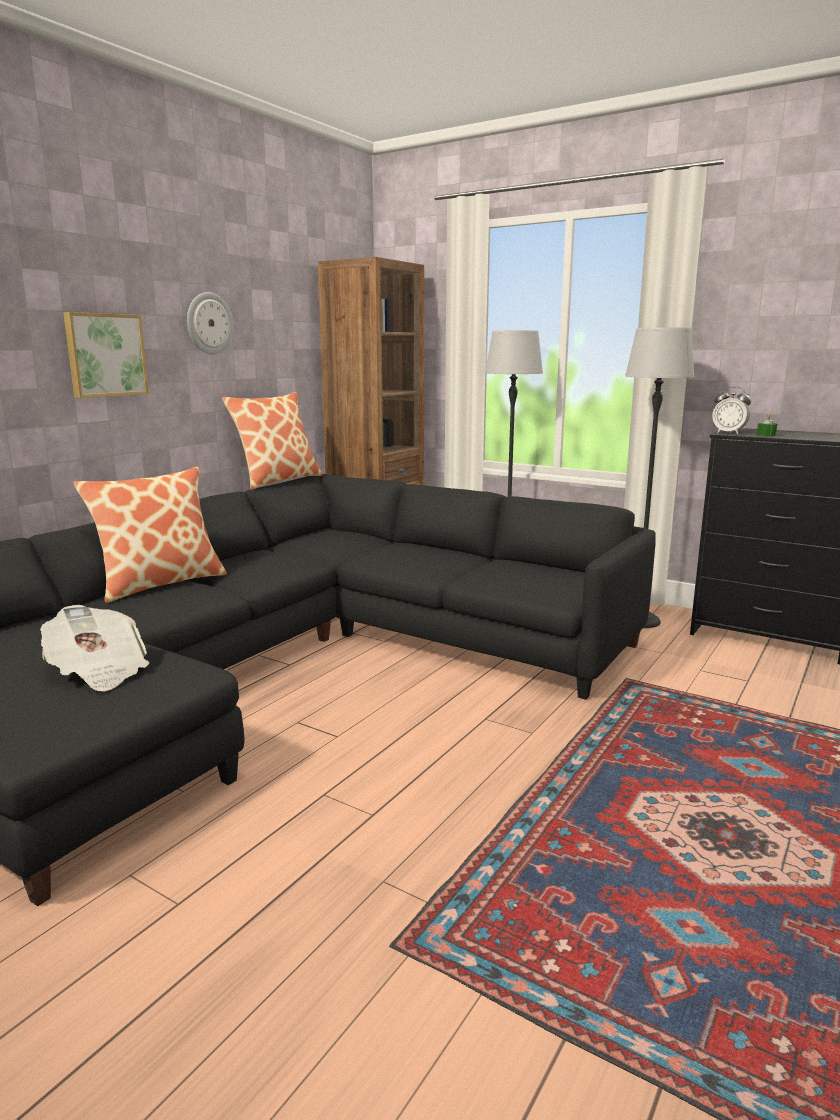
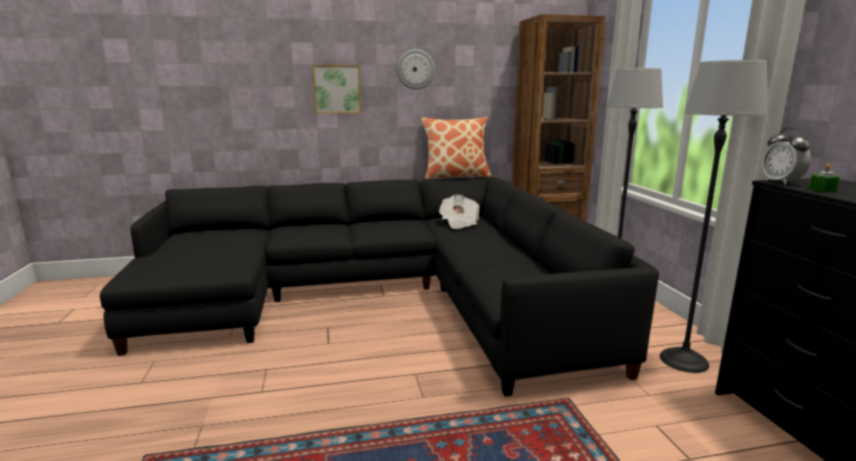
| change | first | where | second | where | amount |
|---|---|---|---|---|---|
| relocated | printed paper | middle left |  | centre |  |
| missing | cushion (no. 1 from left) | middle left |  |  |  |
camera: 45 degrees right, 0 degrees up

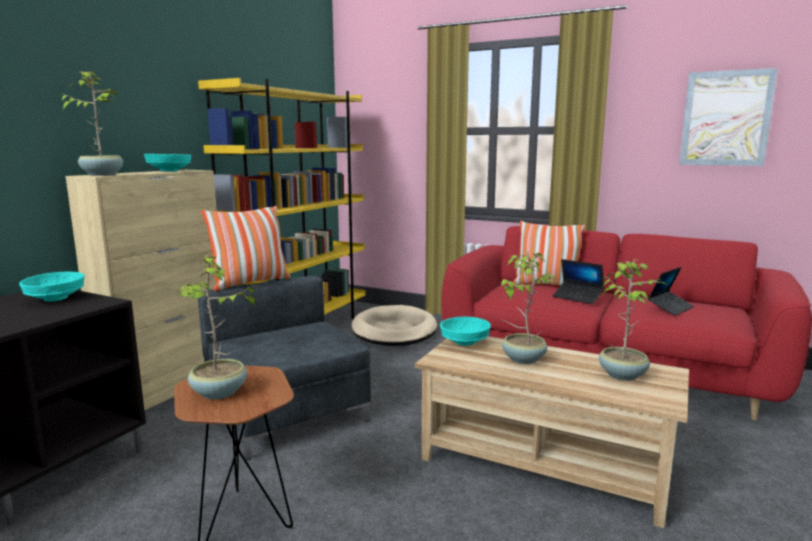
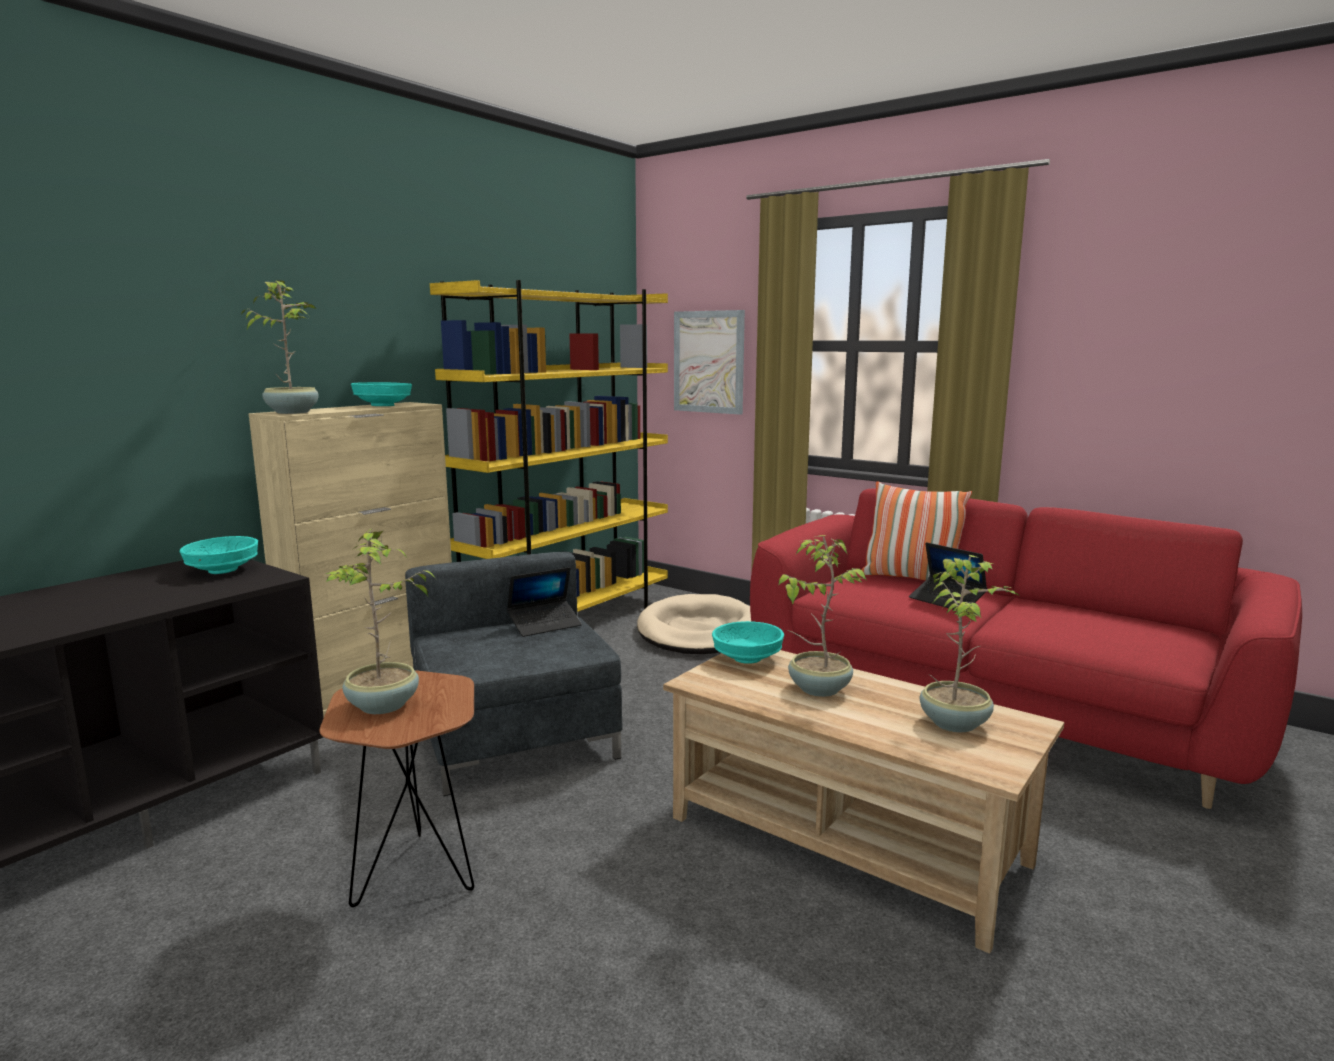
| change | first | where | second | where | amount |
|---|---|---|---|---|---|
| missing | cushion (no. 1 from left) | middle left |  |  |  |
| relocated | laptop (no. 2 from left in the first image) | middle right | laptop (no. 1 from left) | centre |  |
| relocated | wall picture | top right |  | centre |  |
camera: 10 degrees right, 0 degrees up

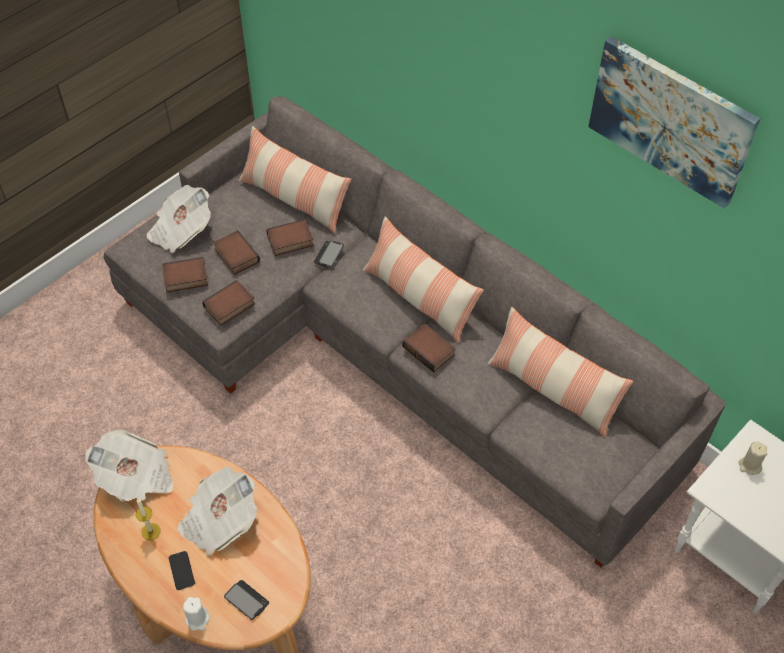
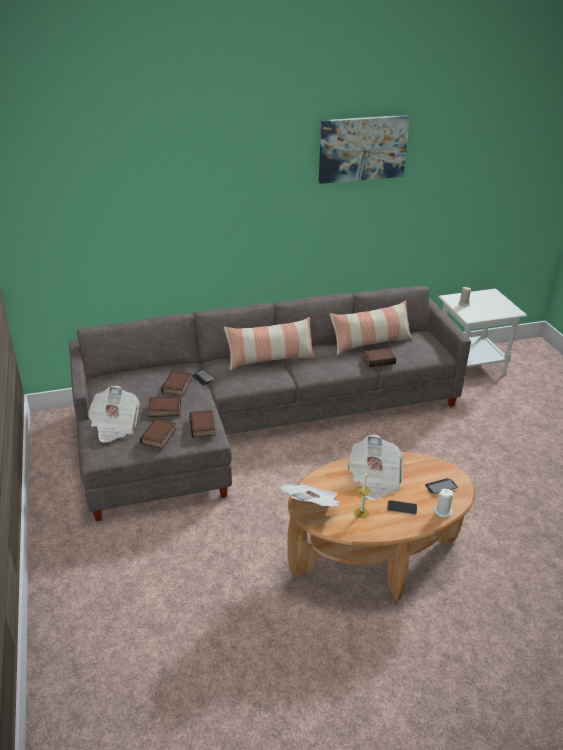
| change | first | where | second | where | amount |
|---|---|---|---|---|---|
| missing | cushion (no. 1 from left) | top centre |  |  |  |
| relocated | volume (no. 5 from left) | centre |  | middle right |  |
camera: 60 degrees left, 20 degrees down

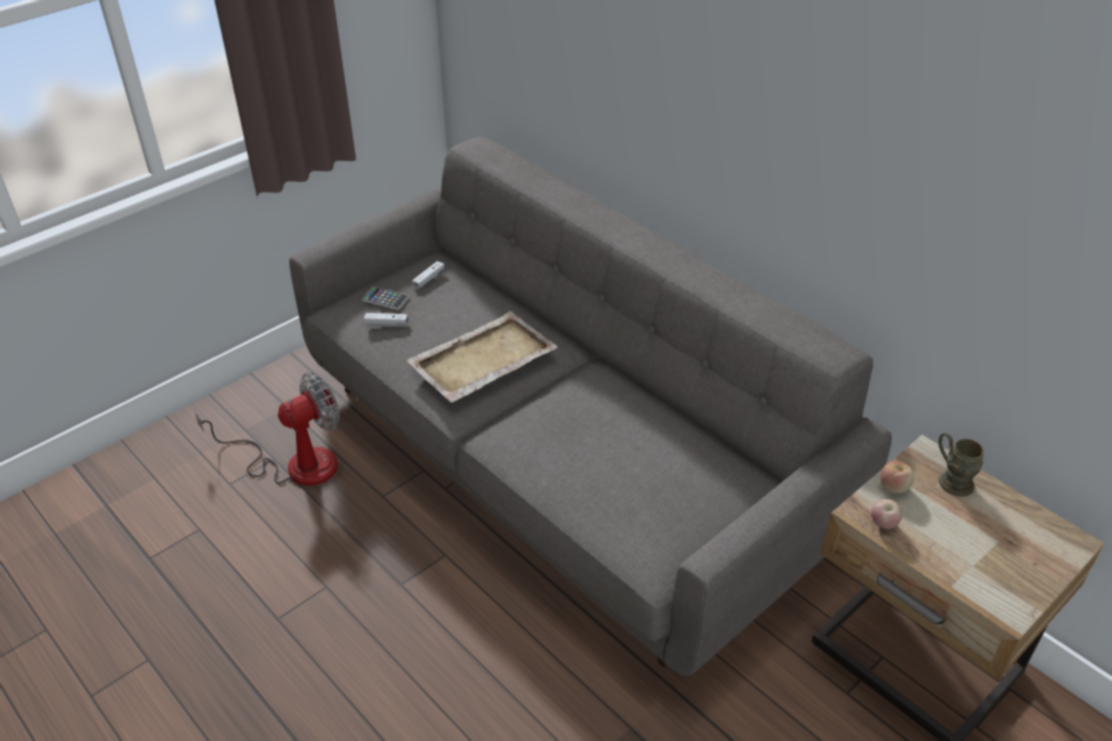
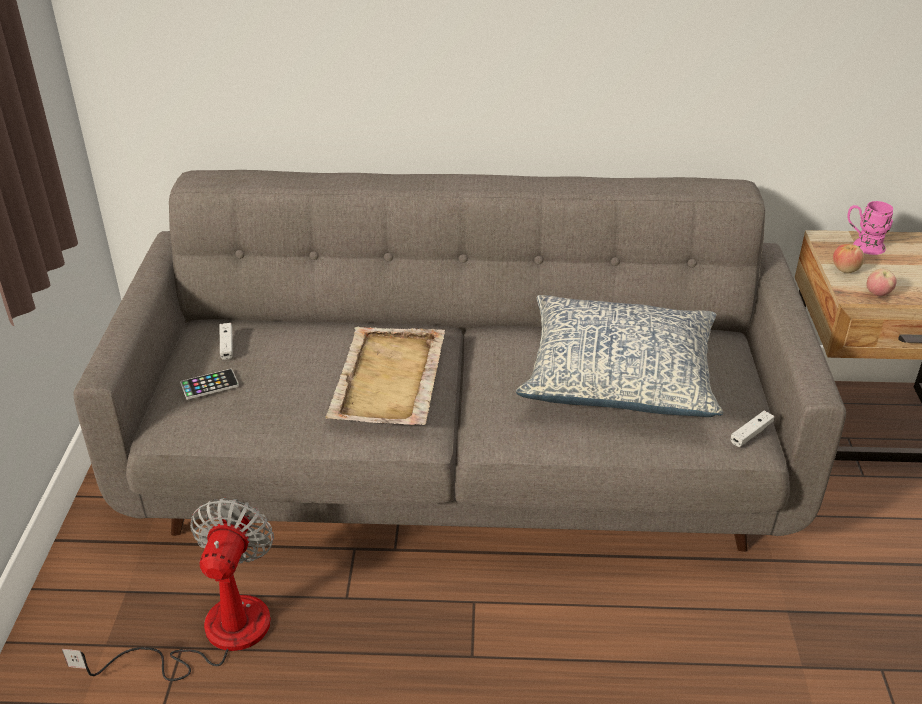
| change | first | where | second | where | amount |
|---|---|---|---|---|---|
| relocated | white game controller (no. 1 from left in the first image) | centre | white game controller (no. 2 from left) | middle right |  |
| colour | brown-coloured coffee mug | middle right | pink coffee mug | top right |  |
| appeared |  |  | cushion | middle right |  |
camera: 45 degrees left, 5 degrees down

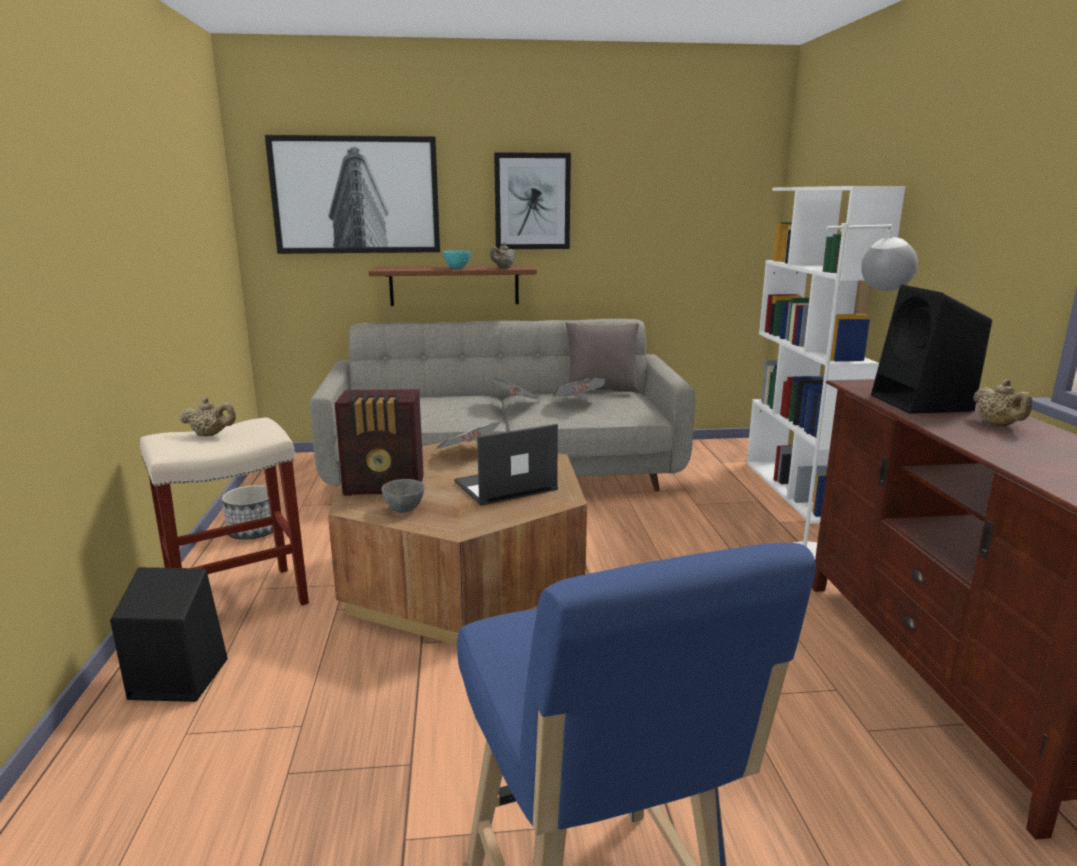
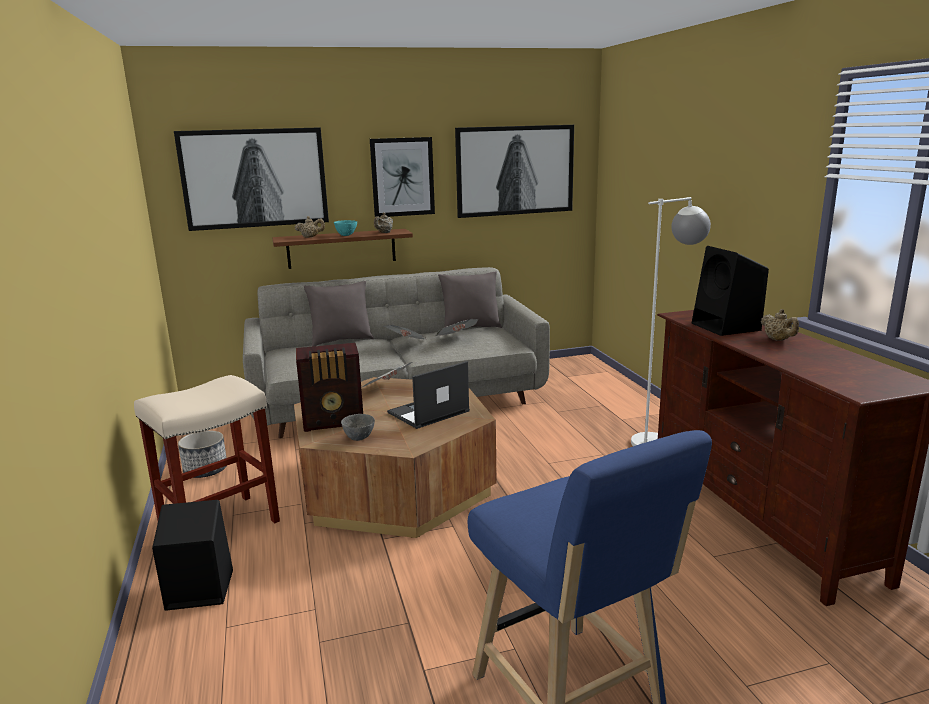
| change | first | where | second | where | amount |
|---|---|---|---|---|---|
| relocated | beige teapot (no. 1 from left) | middle left |  | top centre |  |
| missing | white bookshelf | middle right |  |  |  |
| appeared |  |  | gray cushion (no. 1 from left) | centre |  |
| appeared |  |  | wall picture (no. 3 from left) | top centre |  |
camera: 10 degrees left, 0 degrees up

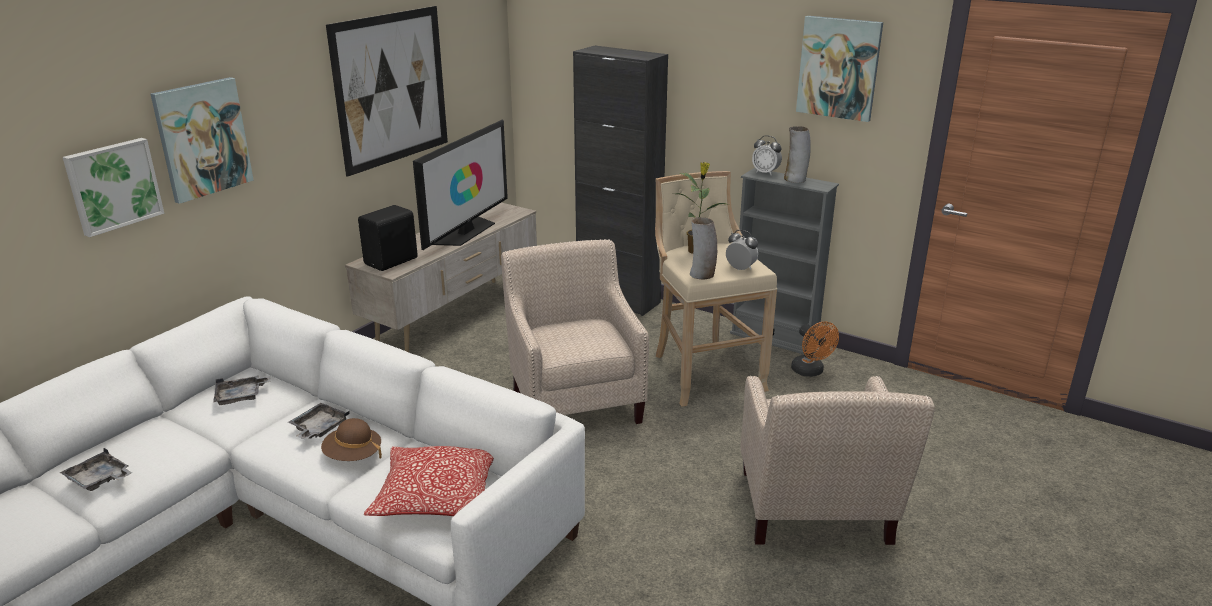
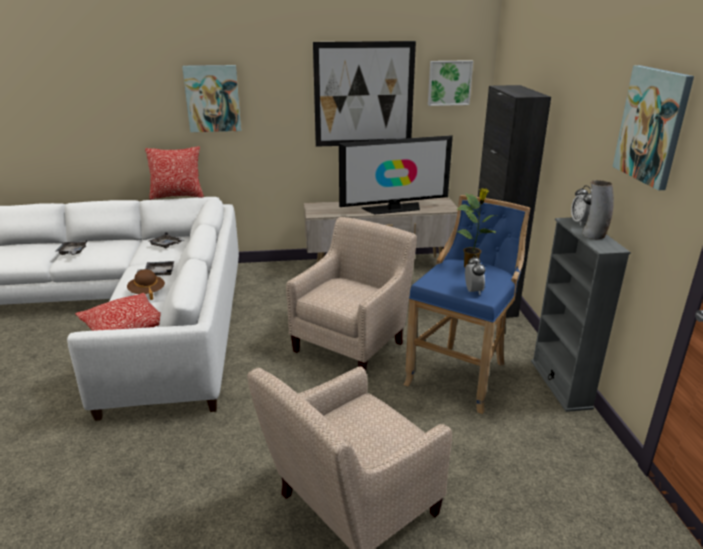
| change | first | where | second | where | amount |
|---|---|---|---|---|---|
| relocated | wall picture (no. 1 from left in the first image) | top left | wall picture (no. 3 from left) | top centre |  |
| missing | black audio speaker | middle left |  |  |  |
| colour | beige stool seat | centre | blue-coloured stool seat | centre |  |
| missing | decorative vase (no. 1 from left) | centre |  |  |  |
| missing | orangey cooling fan | middle right |  |  |  |
| appeared |  |  | cushion (no. 2 from left) | top left |  |
camera: 50 degrees right, 0 degrees up

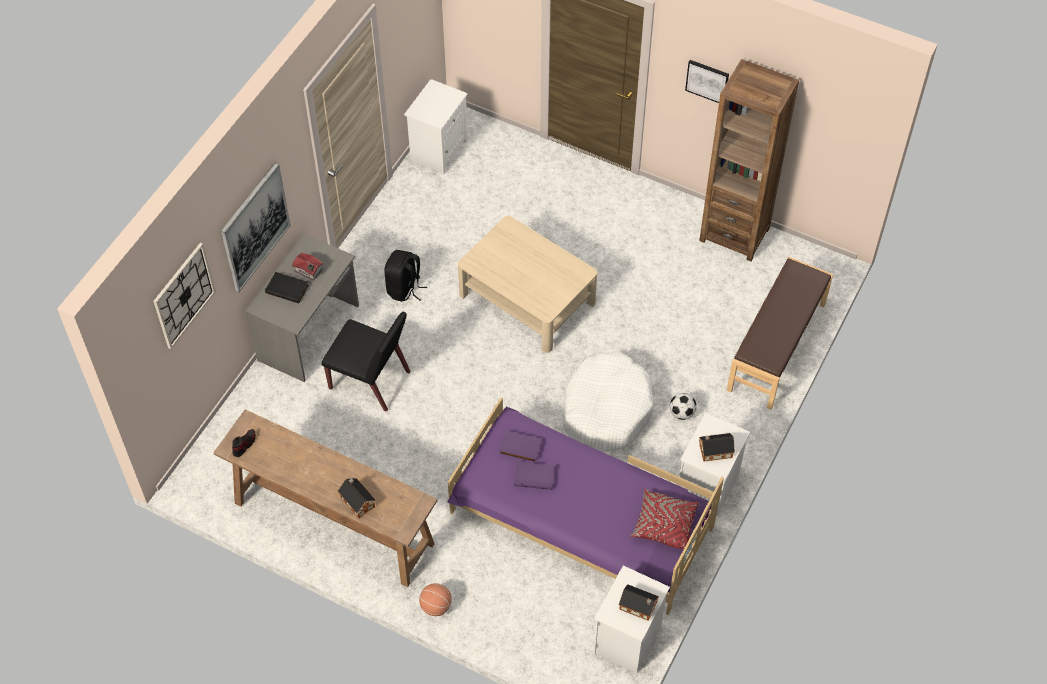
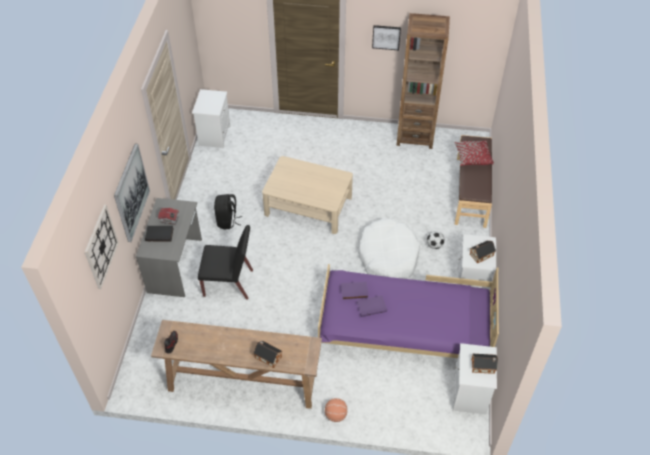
| change | first | where | second | where | amount |
|---|---|---|---|---|---|
| relocated | red-coloured cushion | bottom centre |  | middle right |  |
camera: 20 degrees left, 5 degrees down

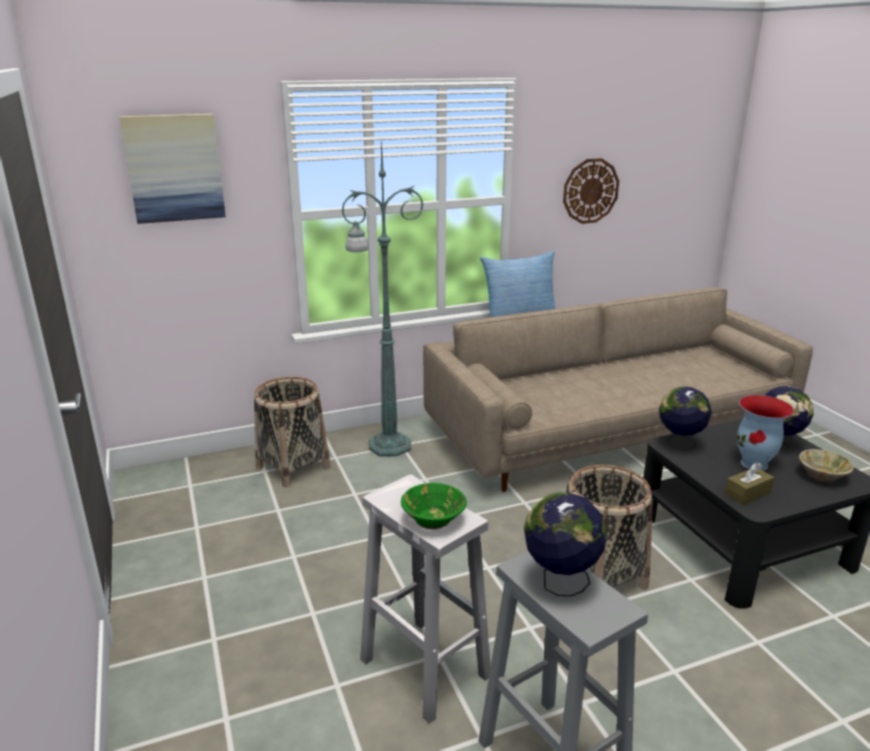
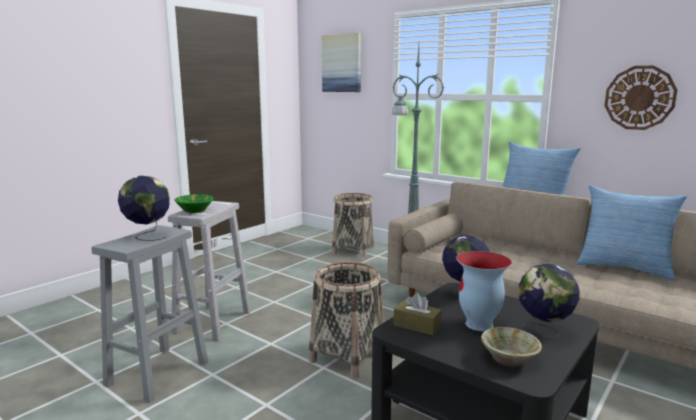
| change | first | where | second | where | amount |
|---|---|---|---|---|---|
| appeared |  |  | cushion (no. 2 from left) | middle right |  |
camera: 60 degrees right, 10 degrees down

